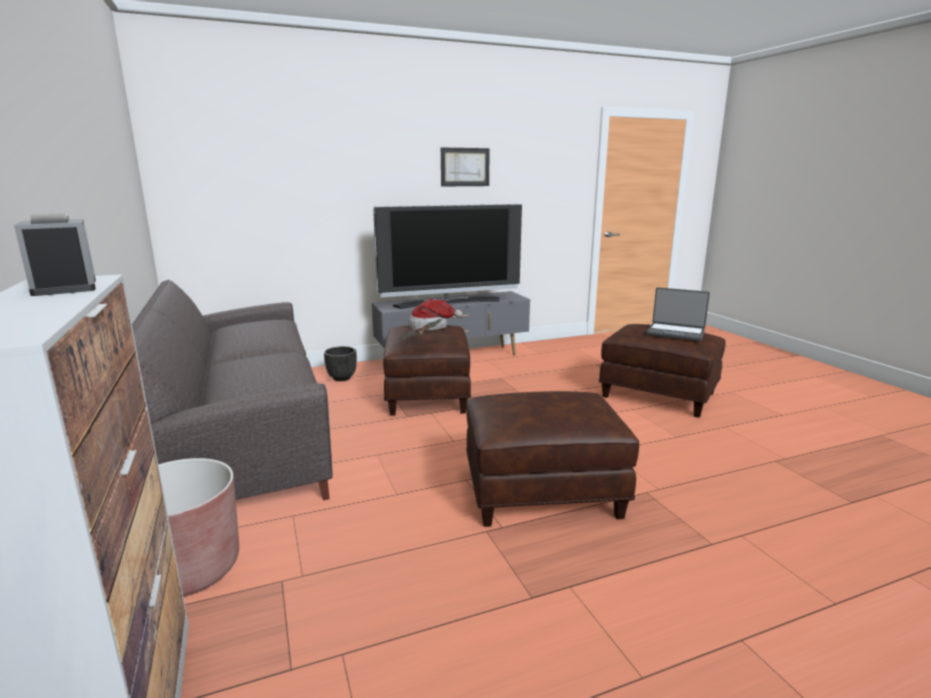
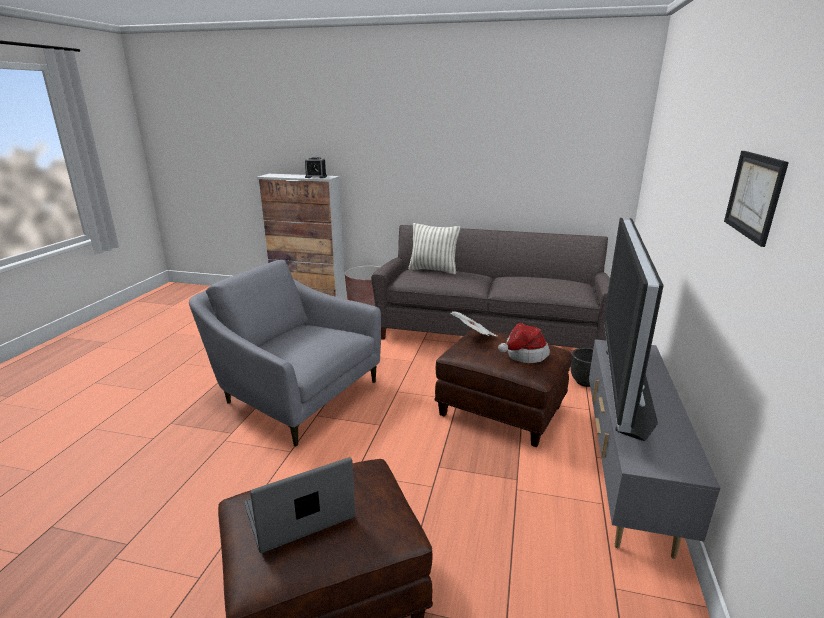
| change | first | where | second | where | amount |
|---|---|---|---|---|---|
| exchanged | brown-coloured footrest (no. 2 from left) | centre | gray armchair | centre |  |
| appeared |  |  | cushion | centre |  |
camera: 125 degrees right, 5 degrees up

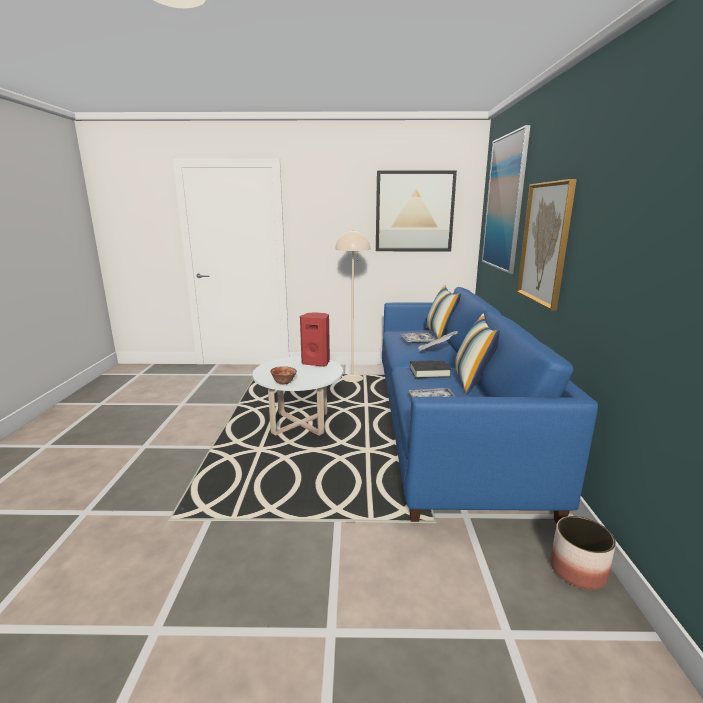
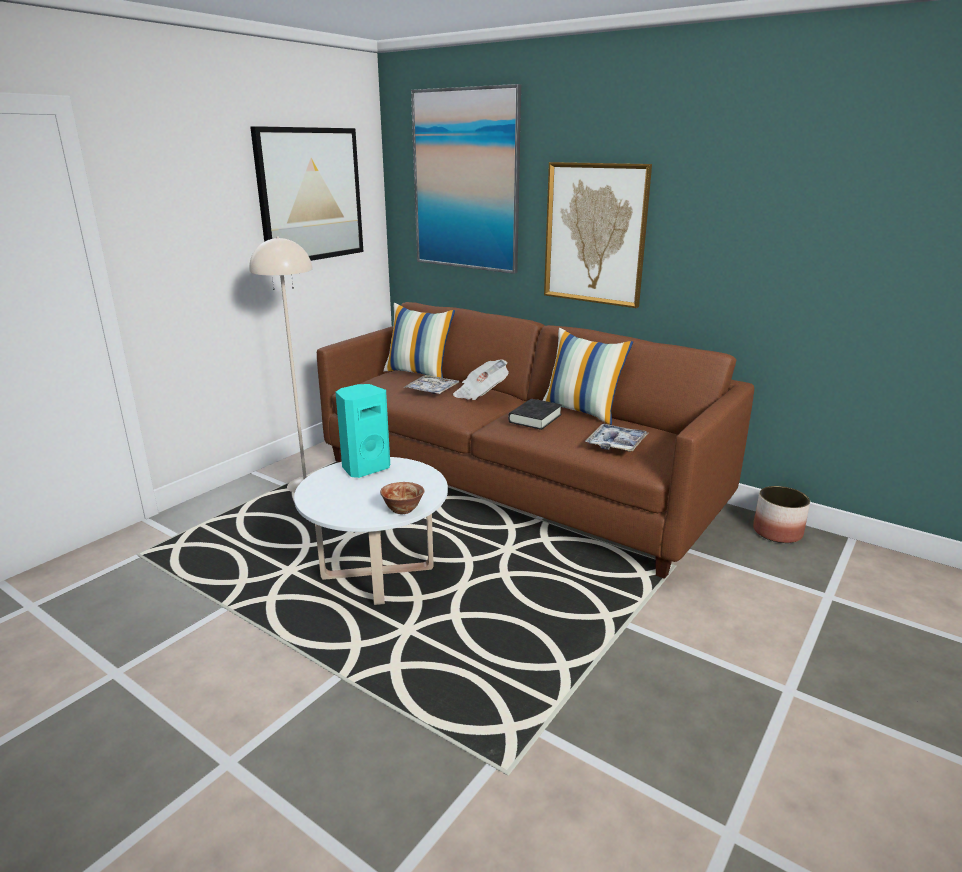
| change | first | where | second | where | amount |
|---|---|---|---|---|---|
| colour | red-coloured audio speaker | centre | turquoise audio speaker | centre |  |
| colour | blue-coloured settee | middle right | brown-coloured settee | centre |  |
camera: 55 degrees left, 5 degrees up

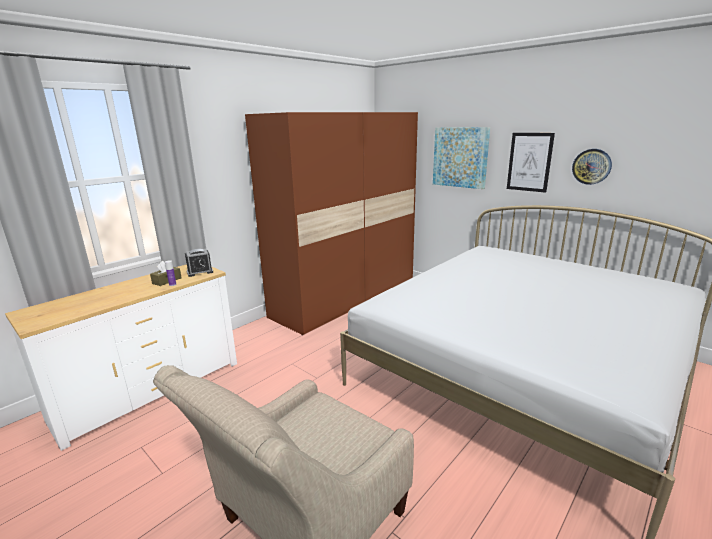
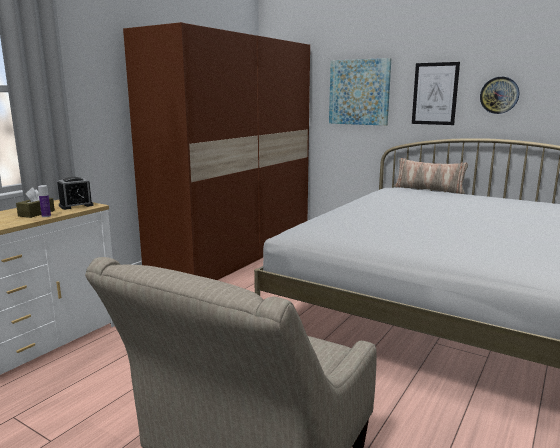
| change | first | where | second | where | amount |
|---|---|---|---|---|---|
| appeared |  |  | cushion | middle right |  |
camera: 10 degrees left, 5 degrees down

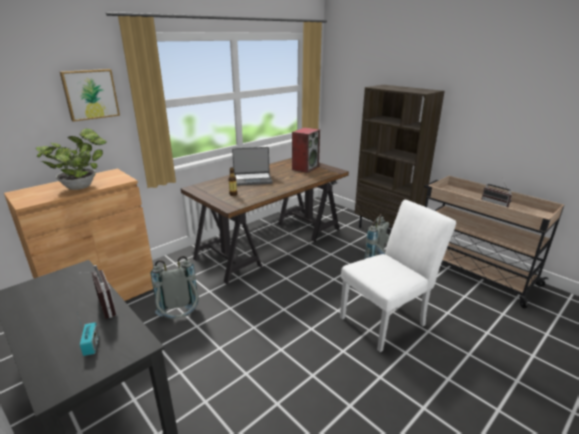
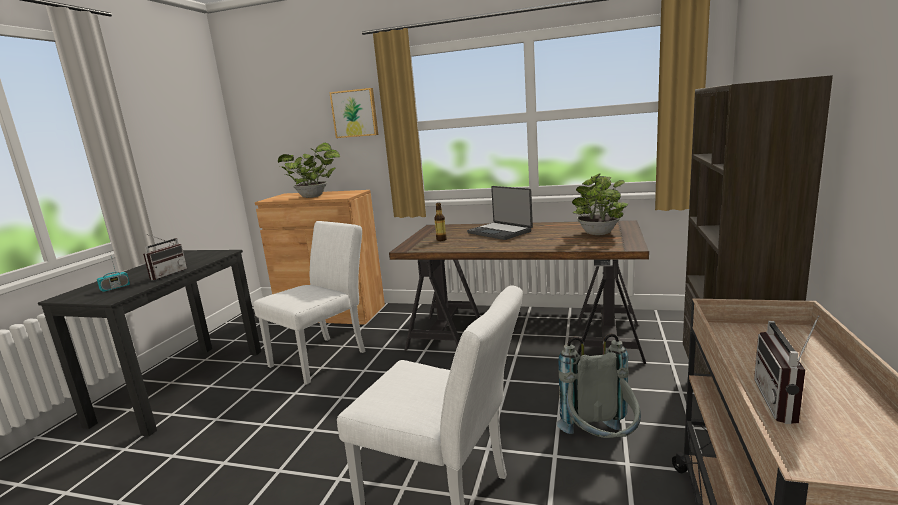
| change | first | where | second | where | amount |
|---|---|---|---|---|---|
| exchanged | gray backpack (no. 1 from left) | middle left | white upright chair (no. 1 from left) | centre |  |
| exchanged | audio speaker | centre | plant in a pot (no. 2 from left) | middle right |  |
camera: 60 degrees right, 10 degrees down

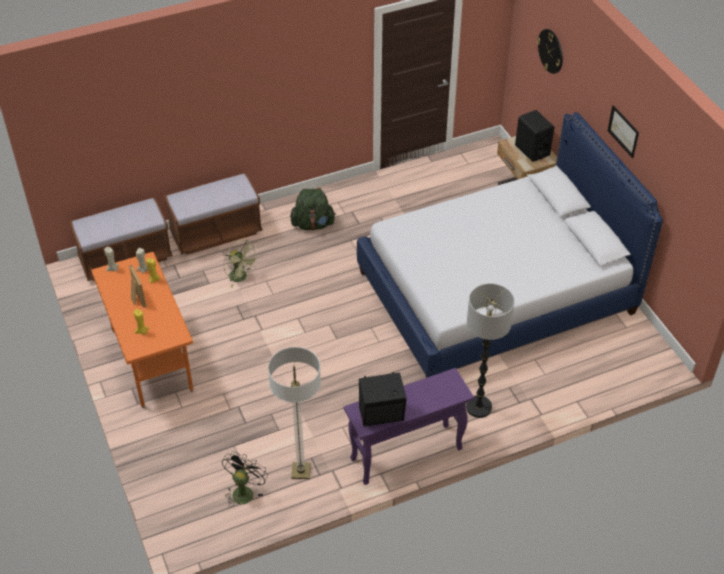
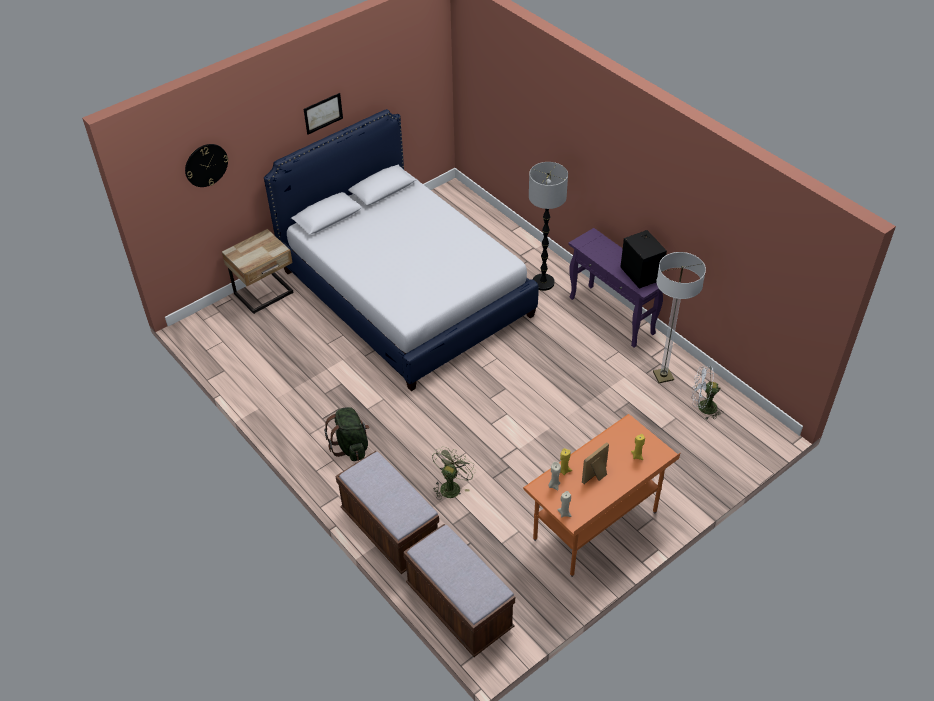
| change | first | where | second | where | amount |
|---|---|---|---|---|---|
| colour | black cooling fan | bottom centre | white cooling fan | middle right |  |
| missing | black audio speaker (no. 2 from left) | top right |  |  |  |
camera: 105 degrees left, 0 degrees up

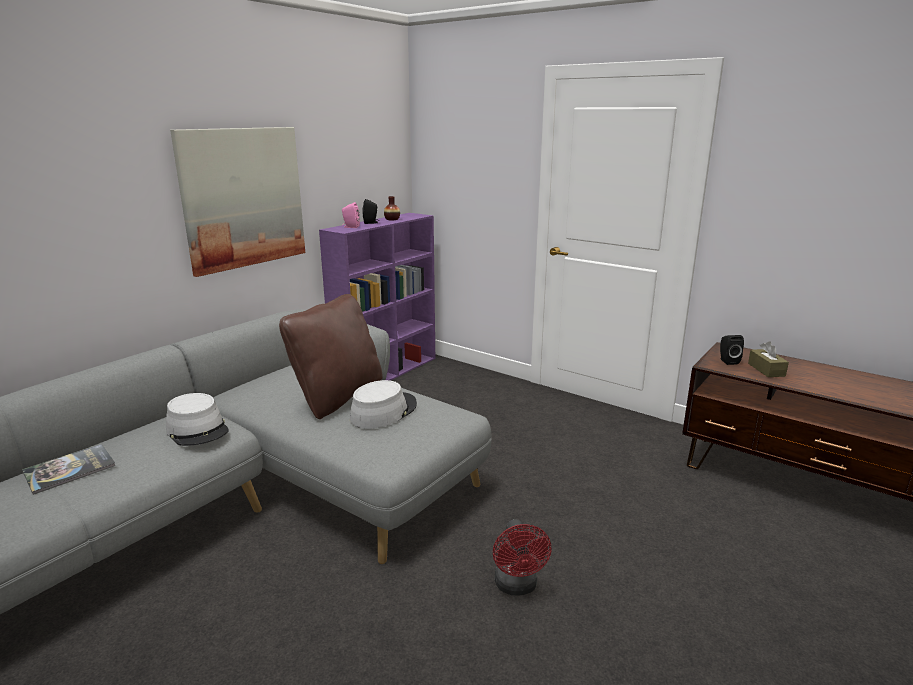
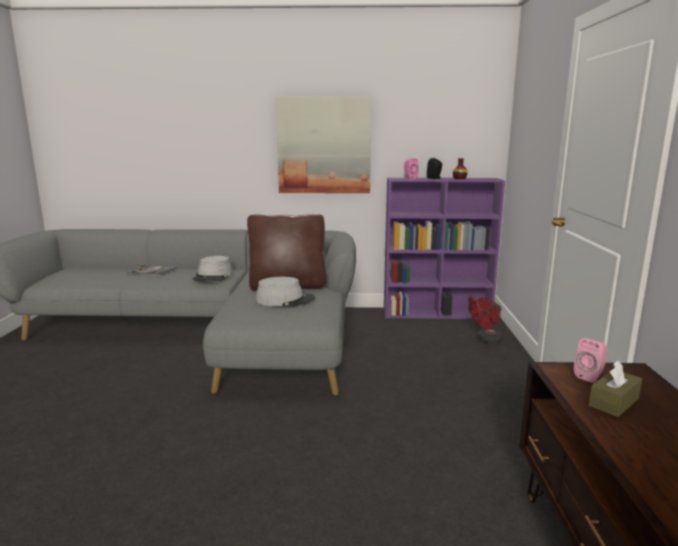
| change | first | where | second | where | amount |
|---|---|---|---|---|---|
| relocated | red-coloured cooling fan | bottom centre |  | middle right |  |
| colour | black audio speaker (no. 2 from left) | middle right | pink audio speaker (no. 2 from left) | middle right |  |
camera: 55 degrees right, 5 degrees down

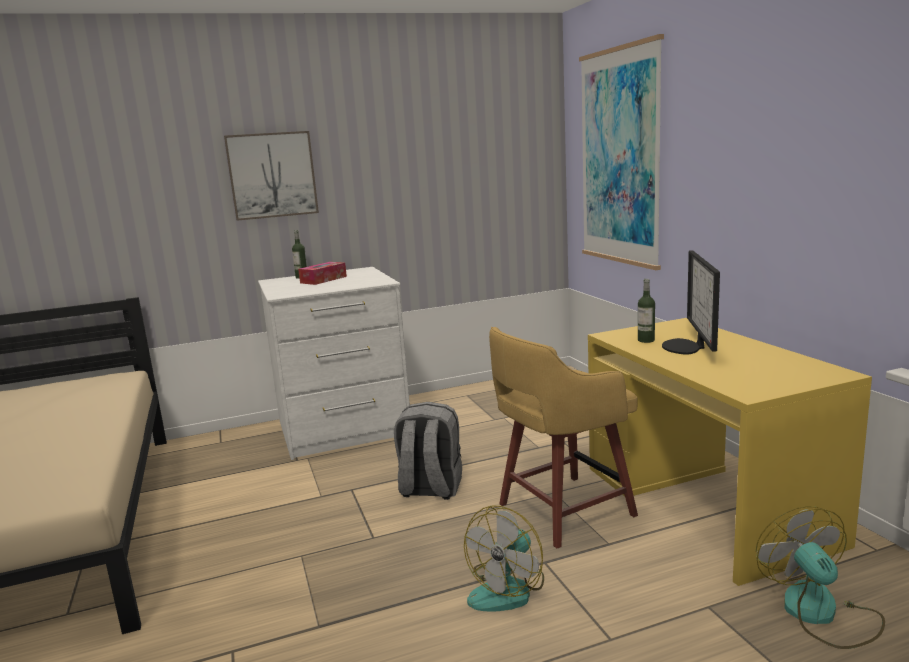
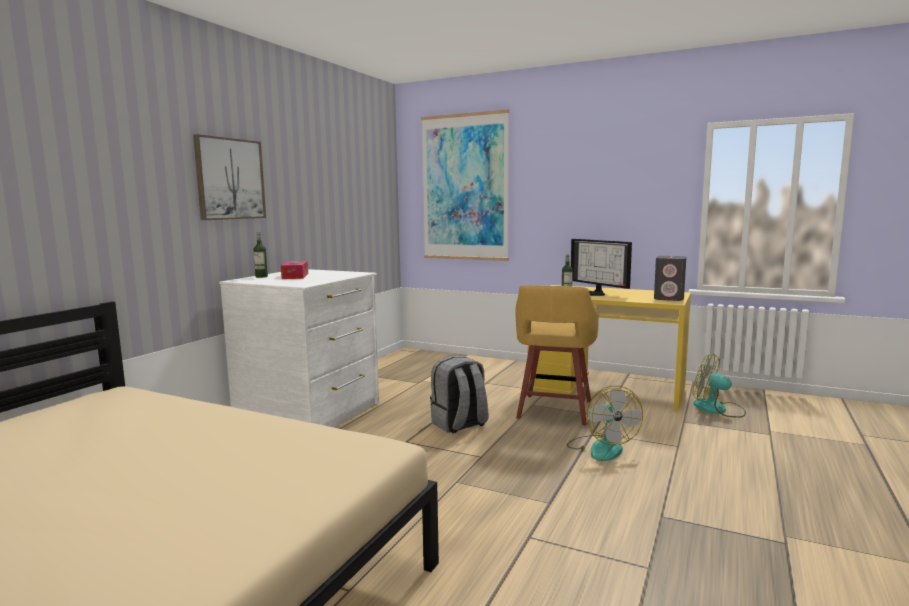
| change | first | where | second | where | amount |
|---|---|---|---|---|---|
| appeared |  |  | gray audio speaker | middle right |  |
camera: 45 degrees left, 5 degrees down

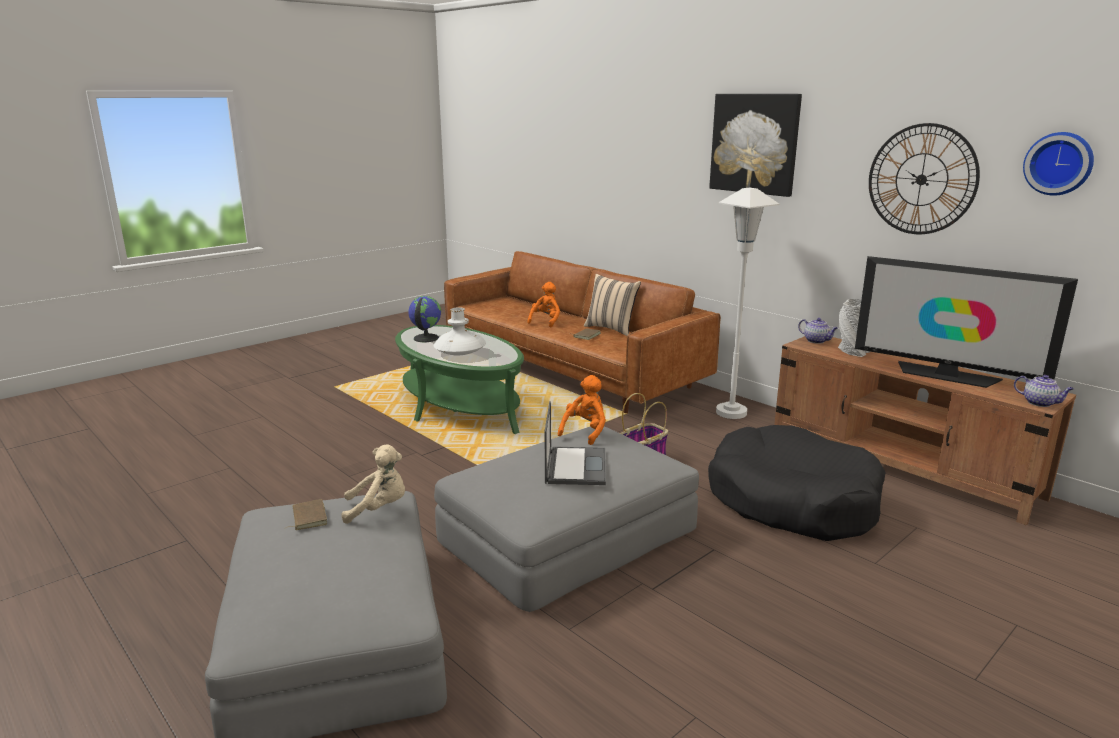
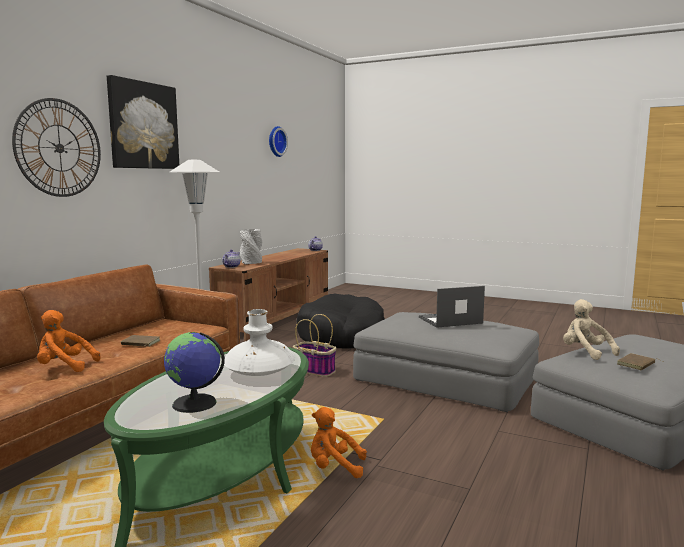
| change | first | where | second | where | amount |
|---|---|---|---|---|---|
| relocated | orangey cuddly toy (no. 2 from left) | centre |  | bottom centre |  |
| missing | beige cushion | centre |  |  |  |
| missing | TV | middle right |  |  |  |
| relocated | hanging clock (no. 1 from left) | top right |  | top left |  |
camera: 110 degrees left, 10 degrees down

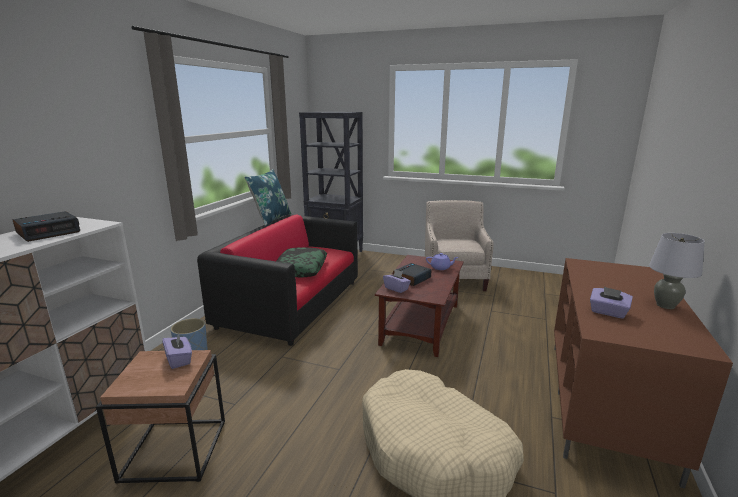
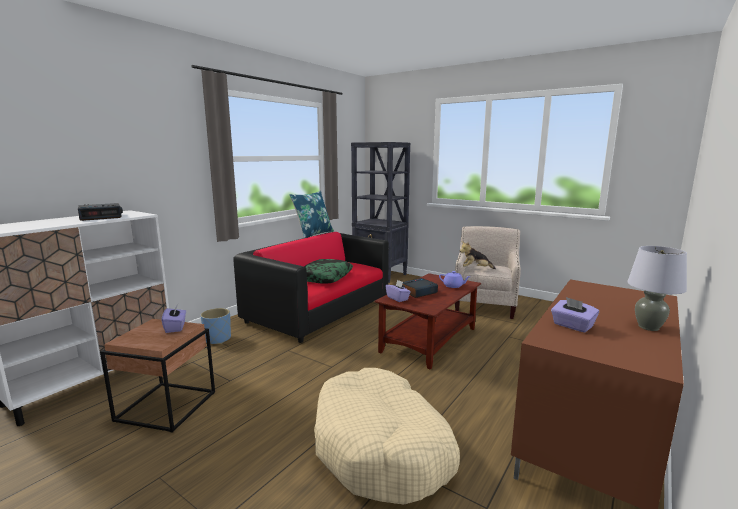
| change | first | where | second | where | amount |
|---|---|---|---|---|---|
| appeared |  |  | cuddly toy | centre |  |
camera: 15 degrees right, 5 degrees down

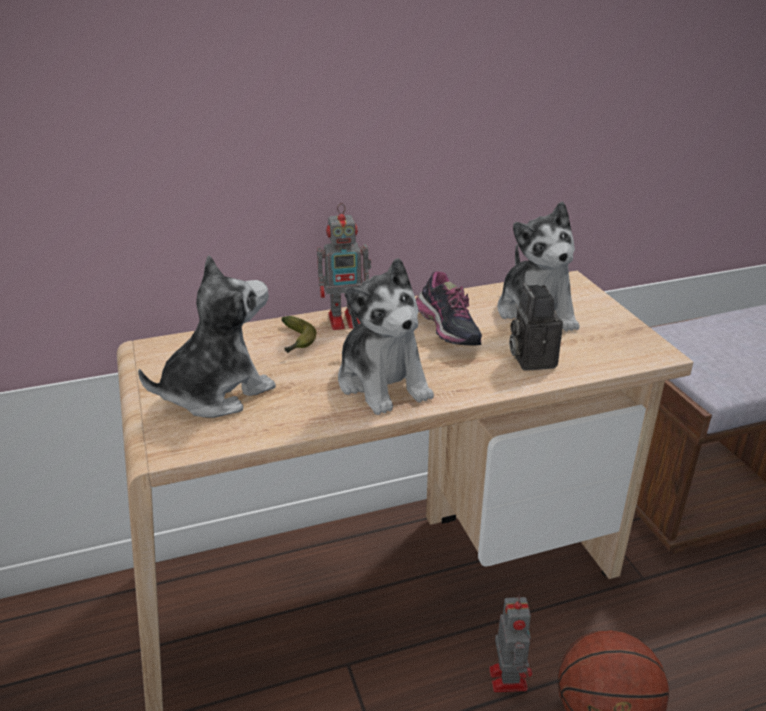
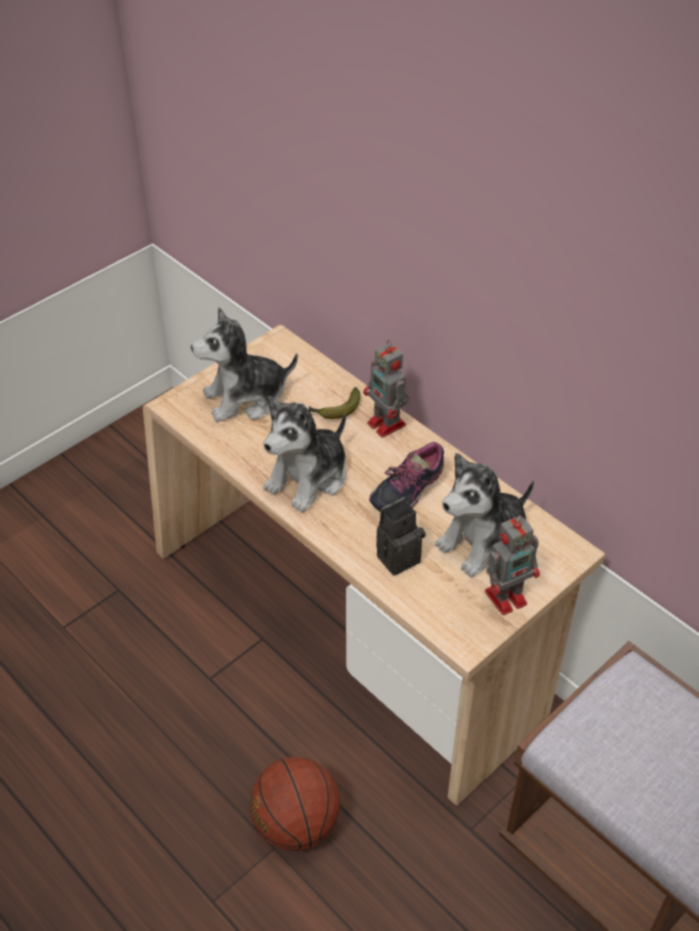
| change | first | where | second | where | amount |
|---|---|---|---|---|---|
| spun | cuddly toy (no. 1 from left) | middle left |  | centre | 135 degrees clockwise |
| relocated | robot figure (no. 2 from left) | bottom centre |  | middle right |  |
camera: 65 degrees right, 15 degrees up

